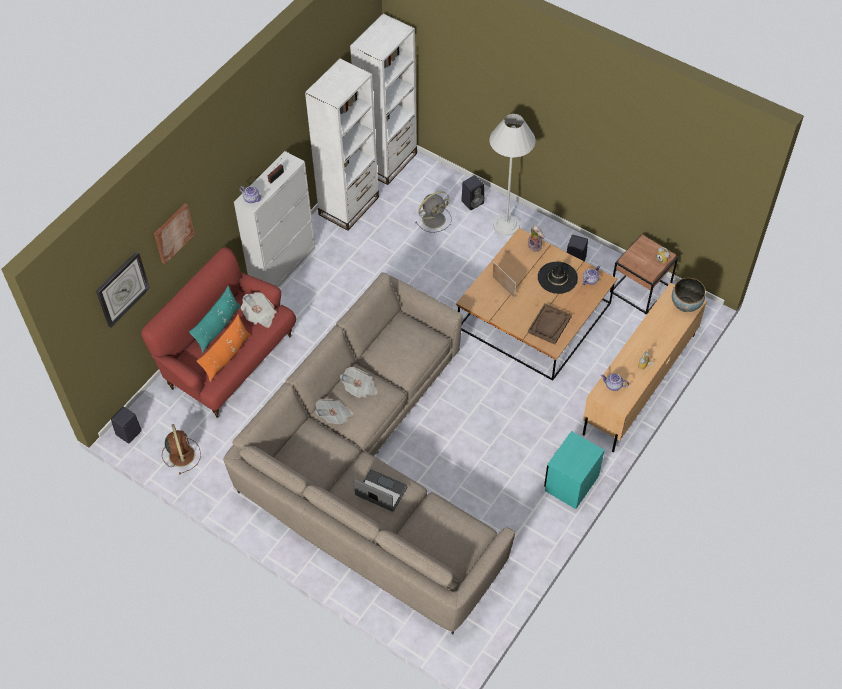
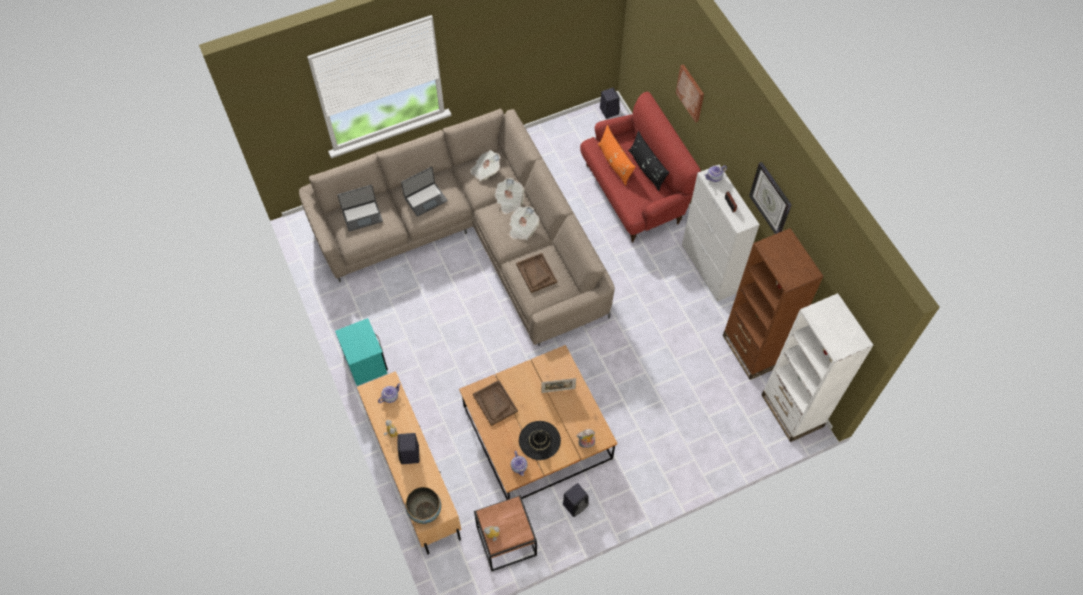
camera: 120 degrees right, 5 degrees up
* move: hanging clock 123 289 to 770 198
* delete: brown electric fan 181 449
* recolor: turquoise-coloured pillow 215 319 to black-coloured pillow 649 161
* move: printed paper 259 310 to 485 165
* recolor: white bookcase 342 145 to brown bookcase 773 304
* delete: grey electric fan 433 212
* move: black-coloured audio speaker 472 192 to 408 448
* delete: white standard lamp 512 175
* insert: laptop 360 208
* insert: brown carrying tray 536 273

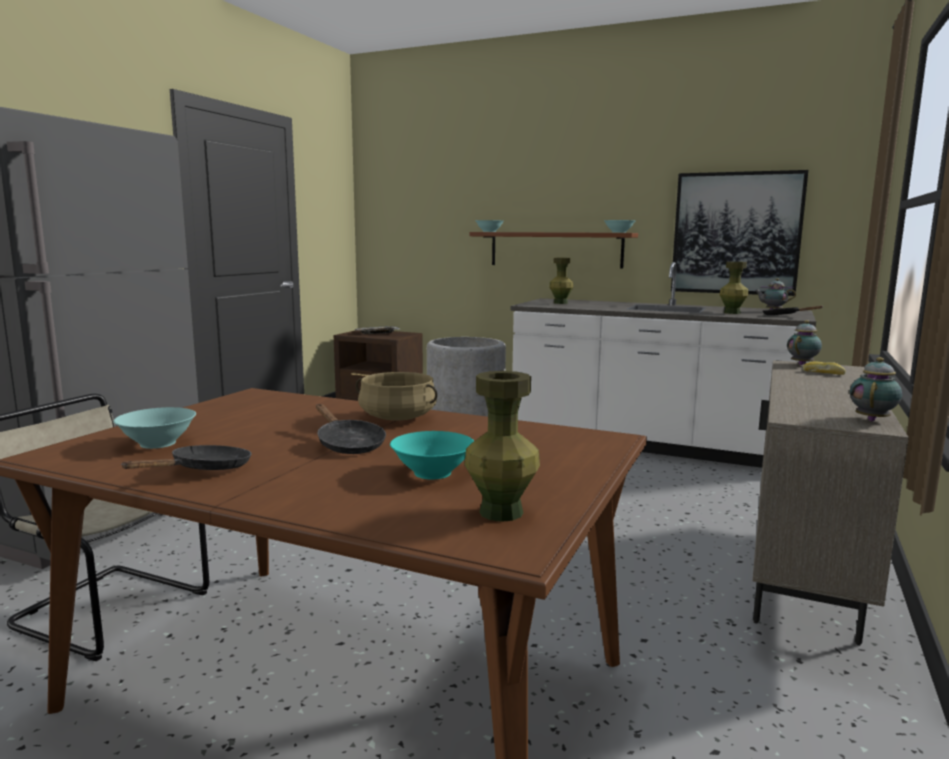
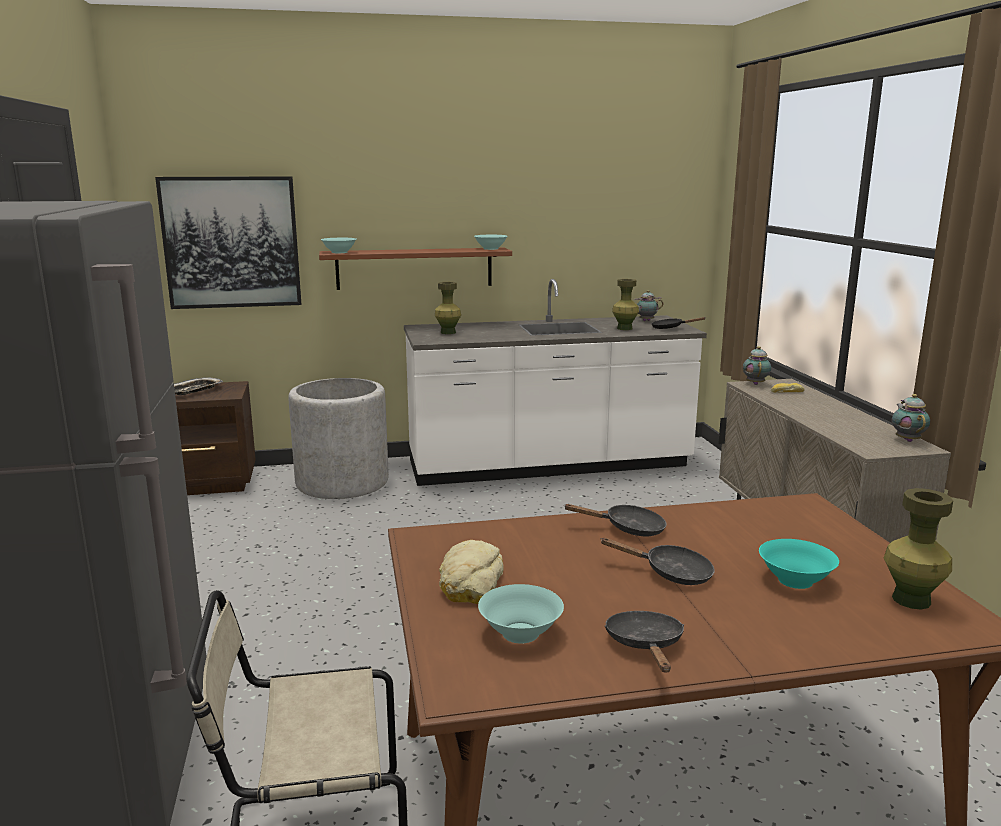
camera: 35 degrees left, 5 degrees up
* replace: beige stockpot 396 396 to black-coloured pan 615 520
* move: wall art 739 233 to 228 242
* insert: baked bread 471 572

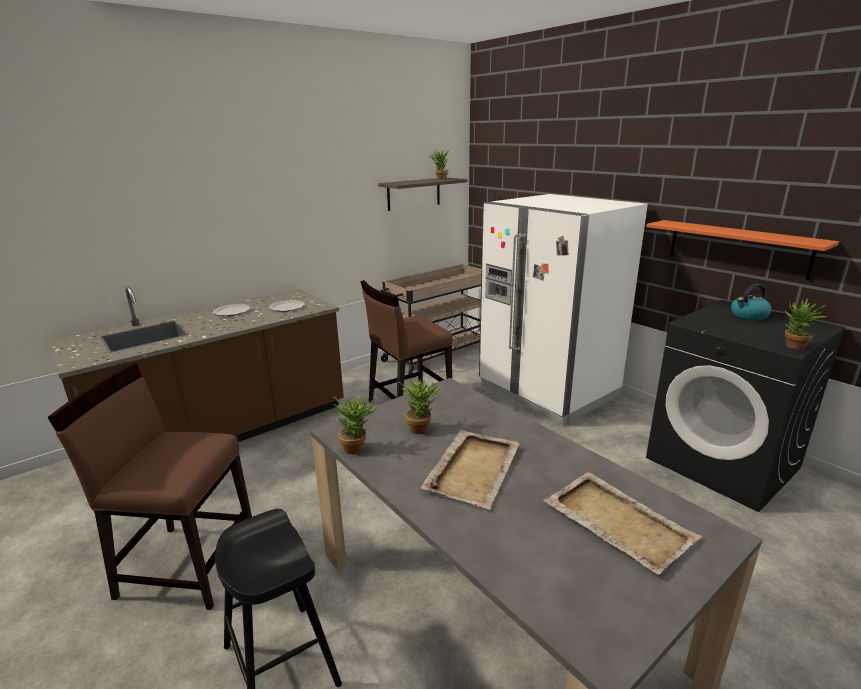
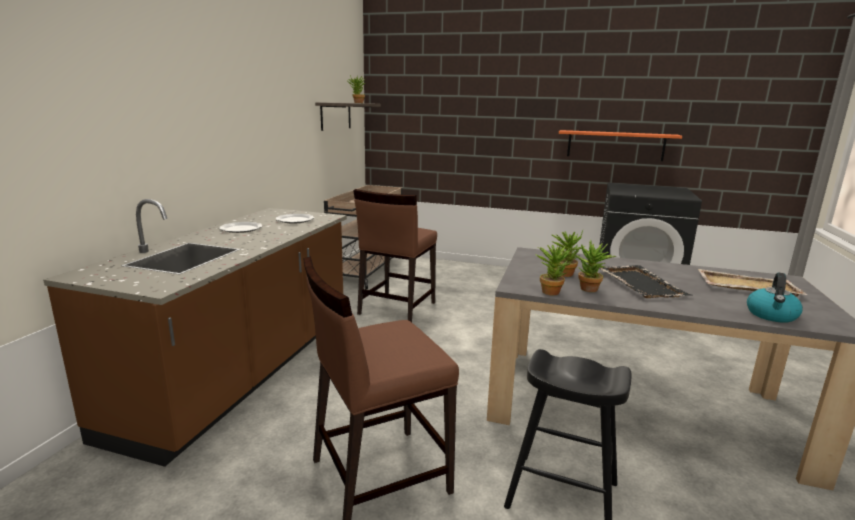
camera: 35 degrees left, 5 degrees down
* recolor: beige carrying tray 470 470 to black-coloured carrying tray 646 281
* delete: white kitchen fridge 563 309
* move: water kettle 751 301 to 775 297
* move: houseplant 806 324 to 596 265

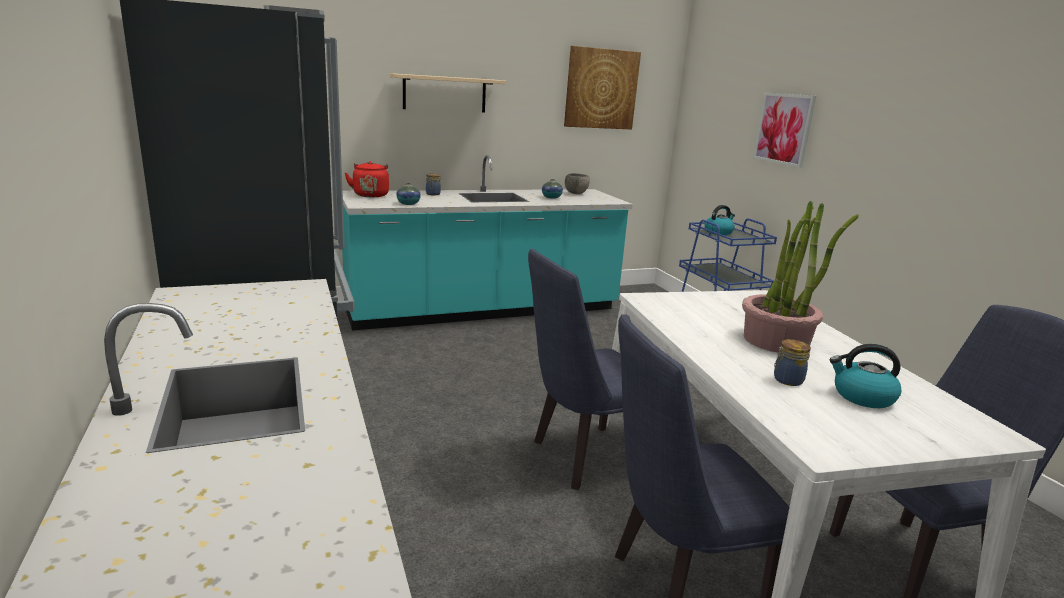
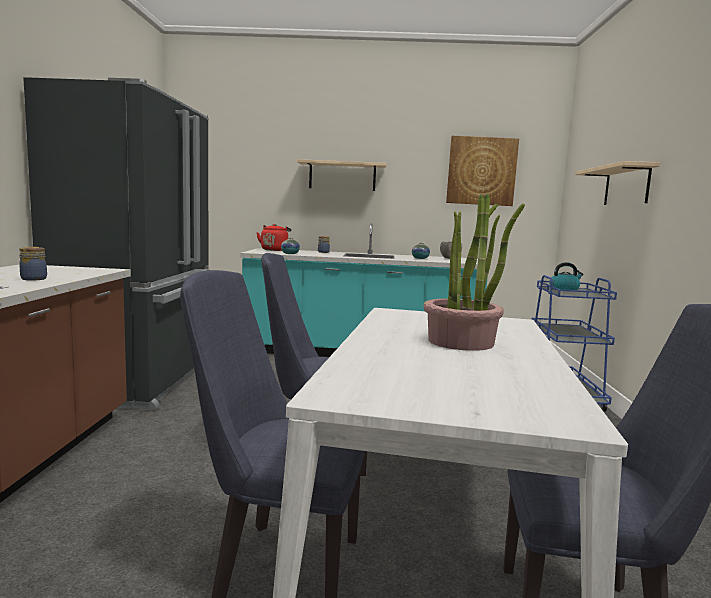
camera: 25 degrees right, 10 degrees down
* replace: wall art 784 130 to beige shelf 617 183
* move: preserve jar 792 362 to 33 263
* delete: water kettle 865 376

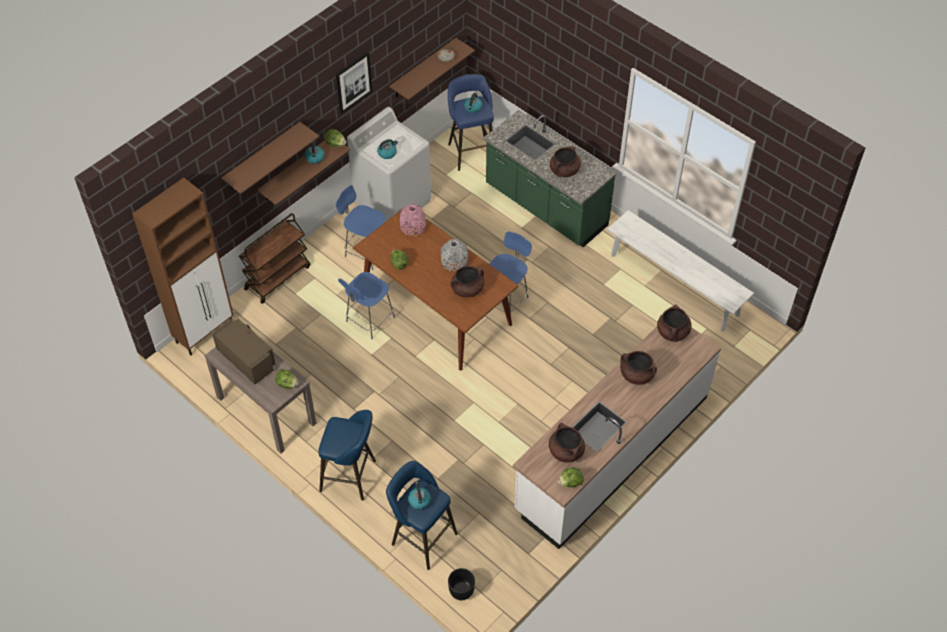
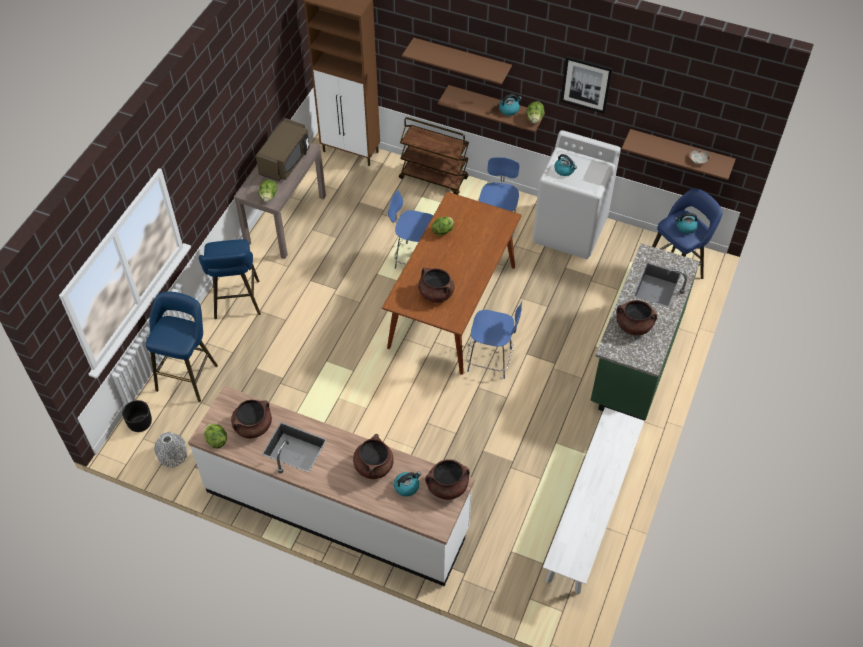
camera: 70 degrees right, 0 degrees up
* delete: pink vase 413 220
* move: water kettle 419 495 to 407 484
* move: grey vase 454 255 to 170 450

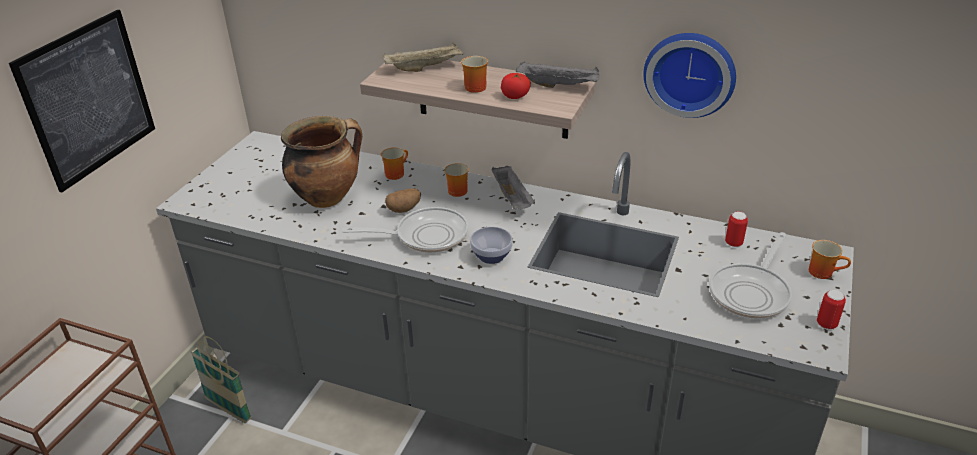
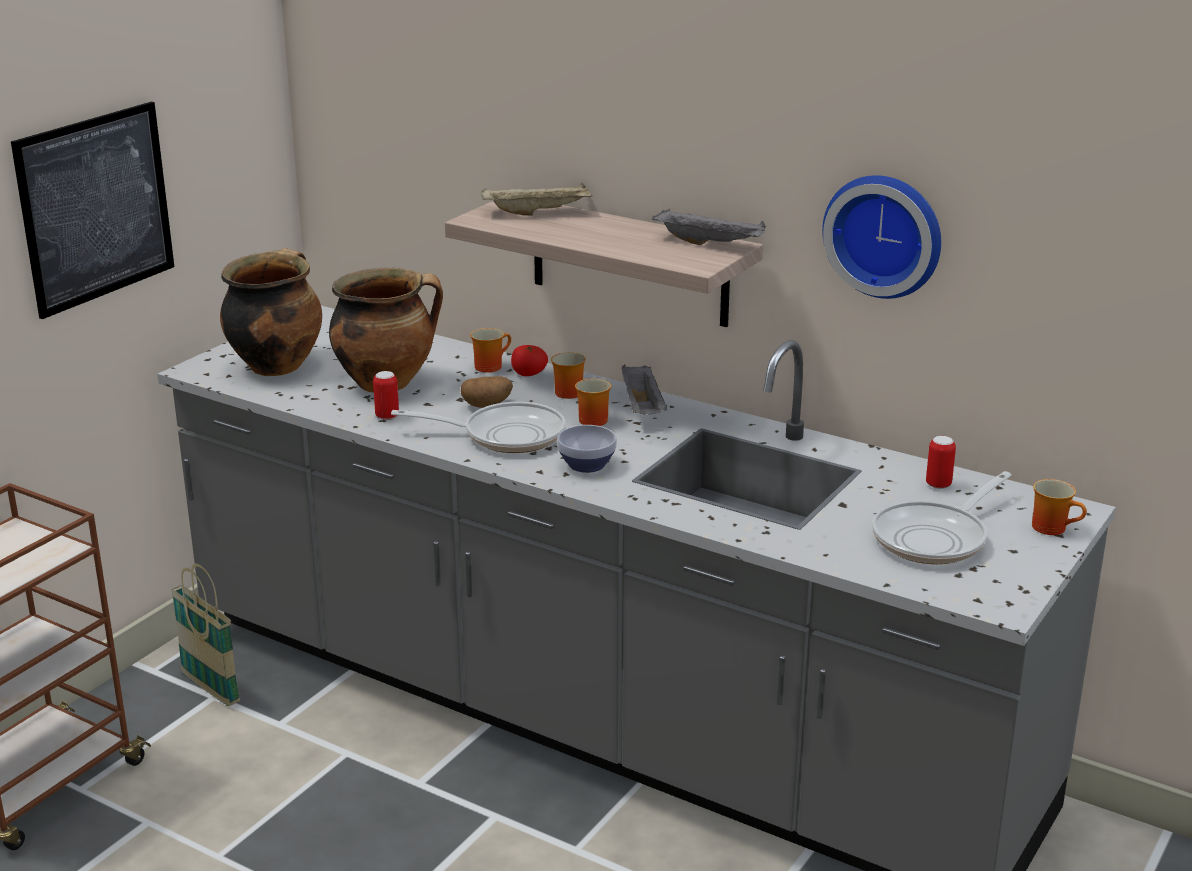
camera: 10 degrees right, 10 degrees down
* move: coffee mug 474 74 to 593 402
* move: whole tomato 516 86 to 529 360
* move: sealed can 831 310 to 386 395
* insert: stockpot 271 312

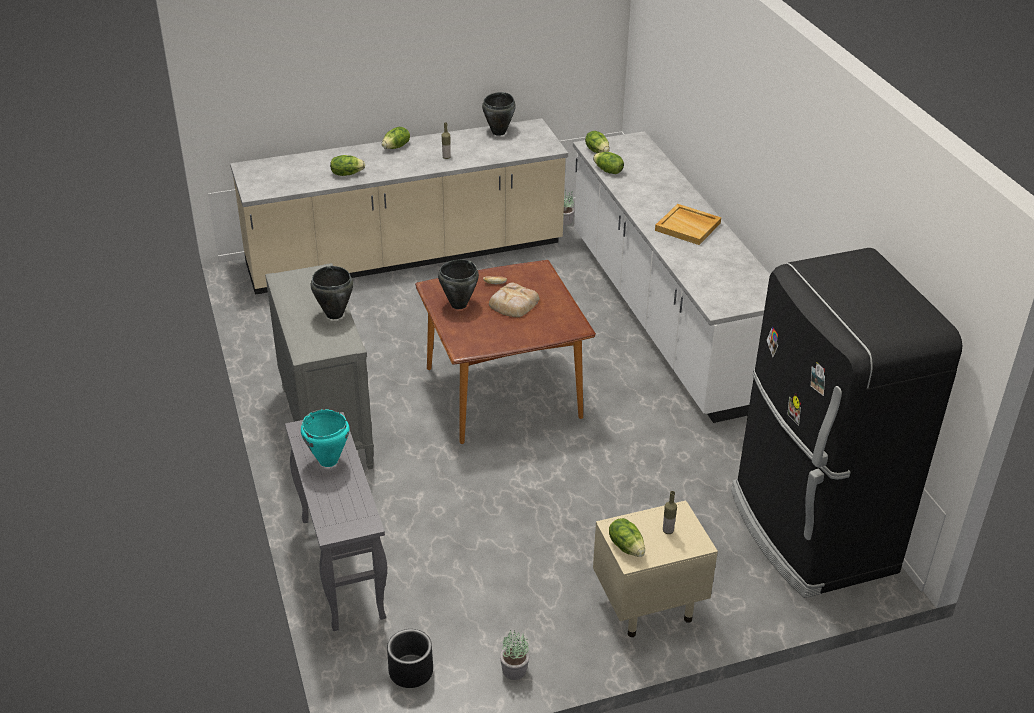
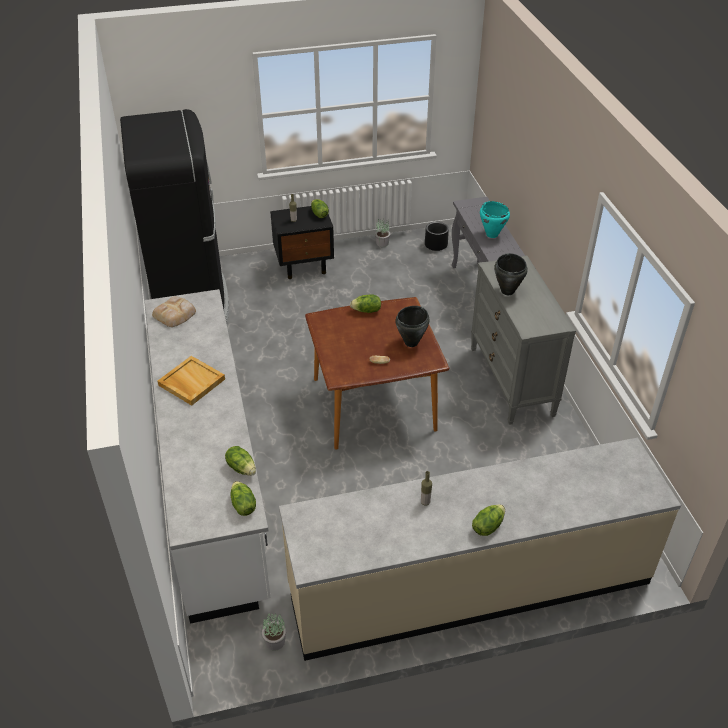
camera: 175 degrees left, 5 degrees up
* move: lettuce head 347 165 to 365 303
* delete: black-coloured stockpot 499 114
* move: baked bread 514 300 to 174 311
* recolor: beige night table 655 568 to black-coloured night table 302 242

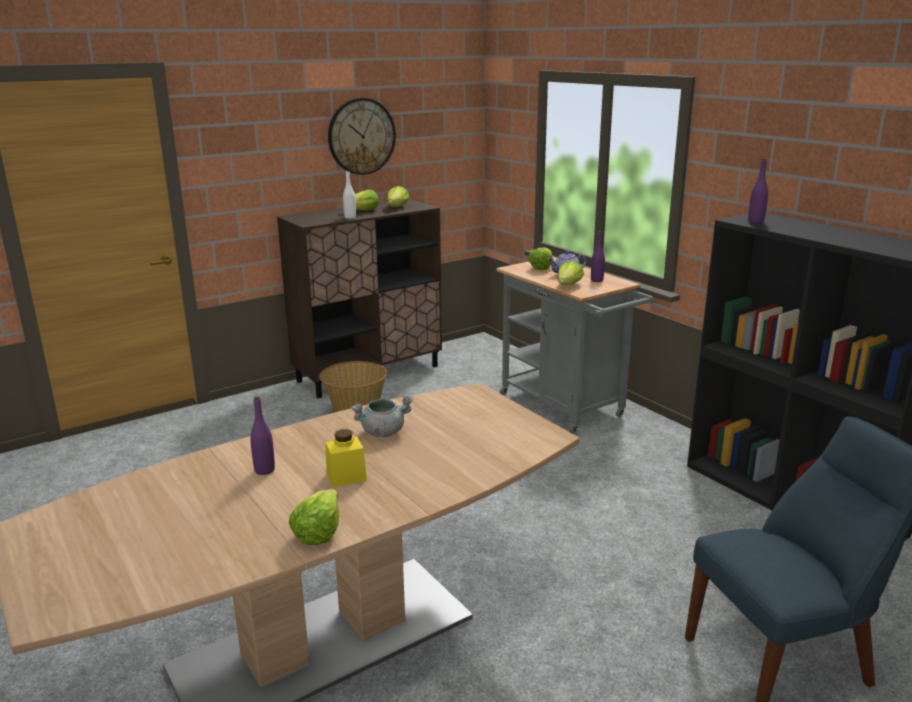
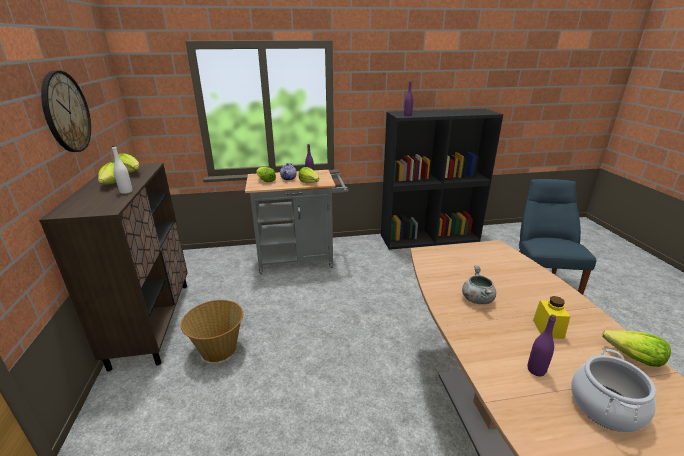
camera: 65 degrees left, 5 degrees up
* insert: stockpot 613 391

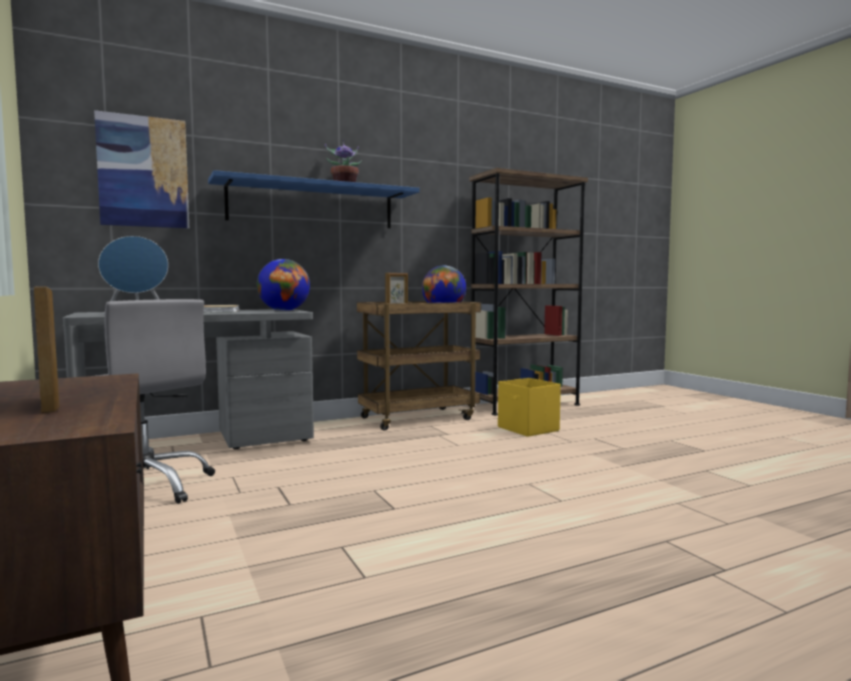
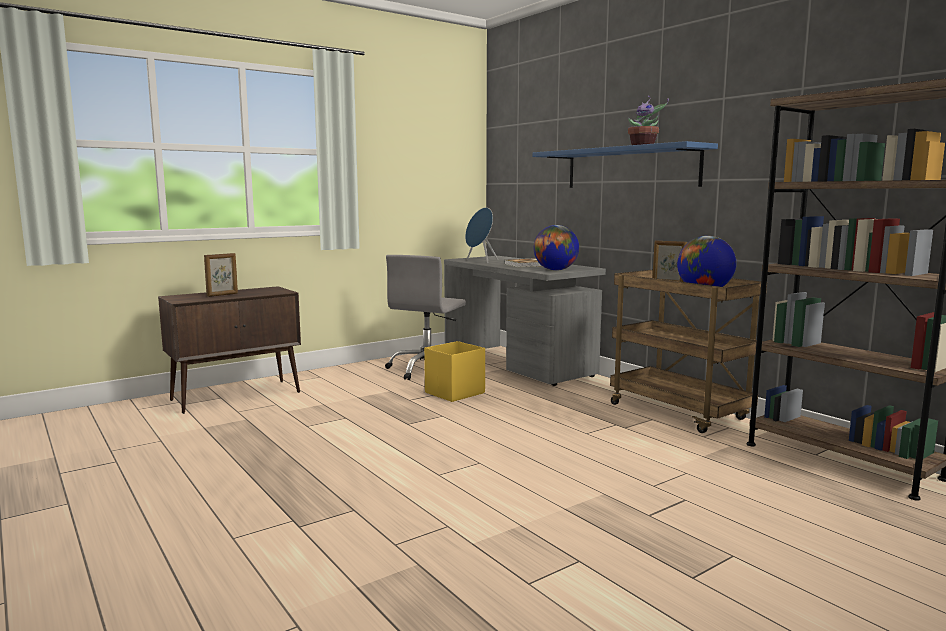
camera: 80 degrees right, 5 degrees up
* delete: wall art 141 169
* move: yellow storage box 529 407 to 454 371

